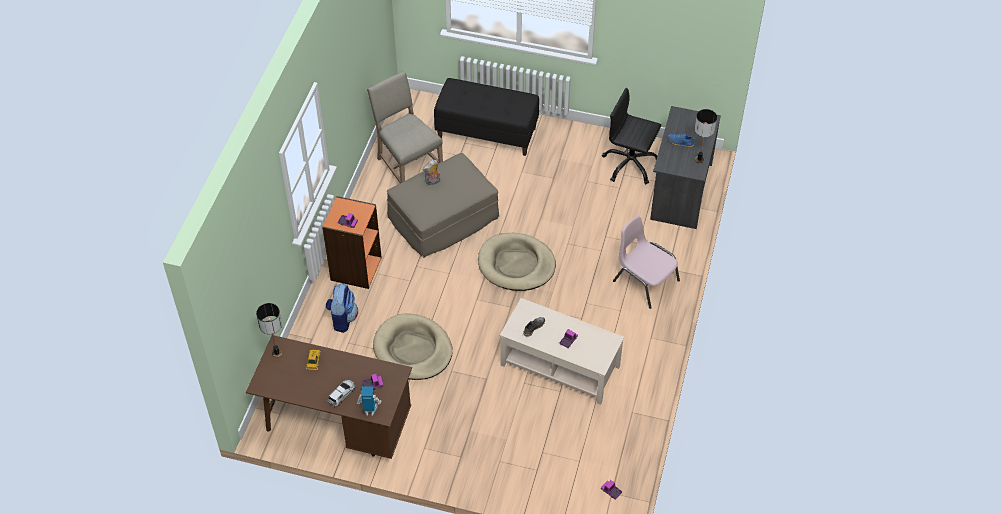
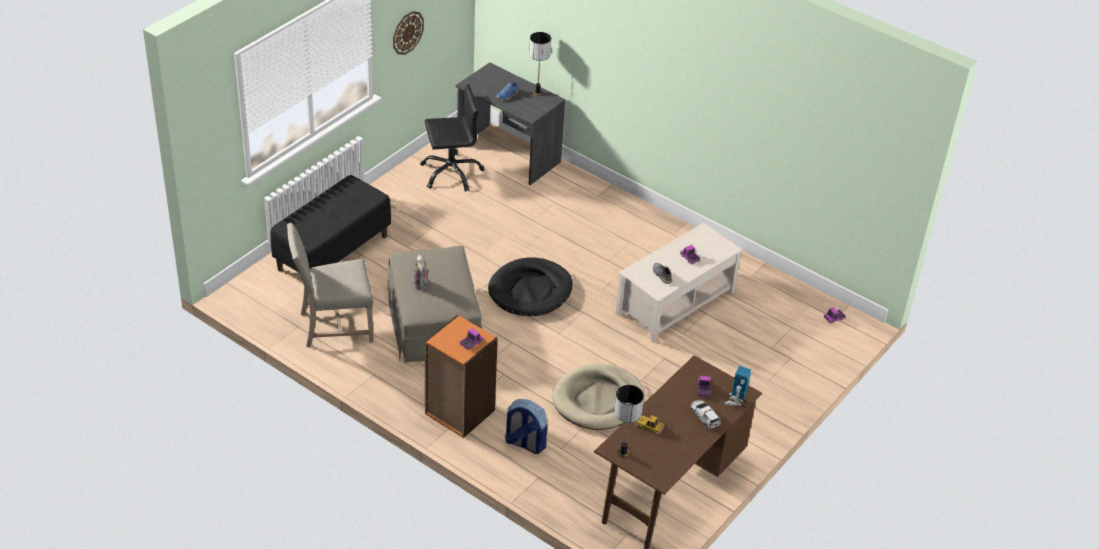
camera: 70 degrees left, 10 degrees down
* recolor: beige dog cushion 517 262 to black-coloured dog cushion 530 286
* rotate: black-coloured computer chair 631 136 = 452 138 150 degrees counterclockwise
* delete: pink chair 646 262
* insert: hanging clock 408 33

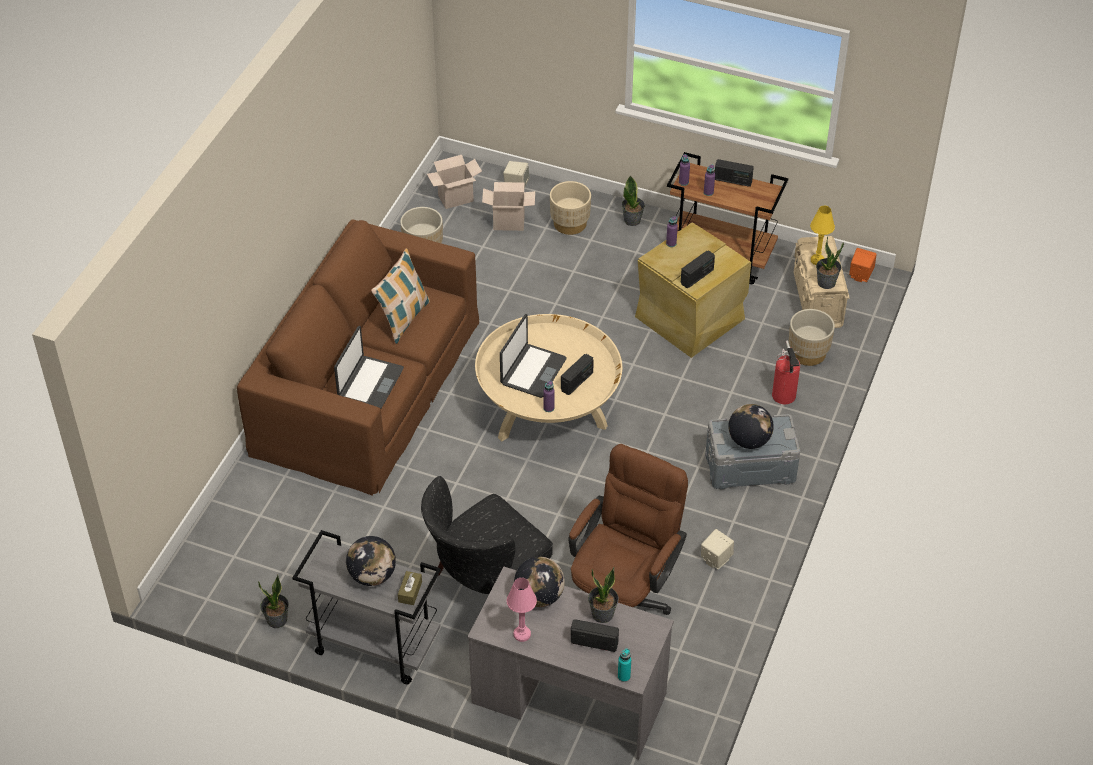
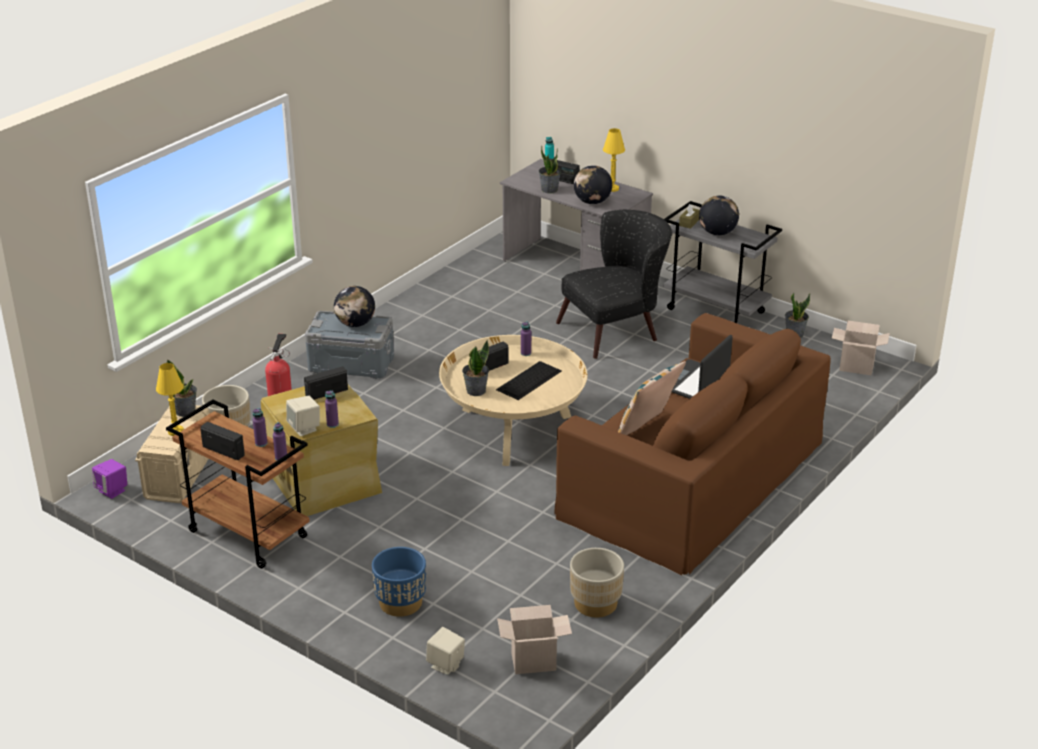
camera: 165 degrees left, 15 degrees down
* move: cardboard box 508 206 to 861 348
* replace: laptop 533 356 to computer keyboard 529 380
* recolor: pink table lamp 521 610 to yellow table lamp 614 160
* recolor: beige plant pot 570 208 to blue-coloured plant pot 399 582
* delete: brown computer chair 628 529
* move: houseplant 633 200 to 475 368
* move: beige audio speaker 717 549 to 303 416
* recolor: orangey audio speaker 863 265 to purple-coloured audio speaker 109 479

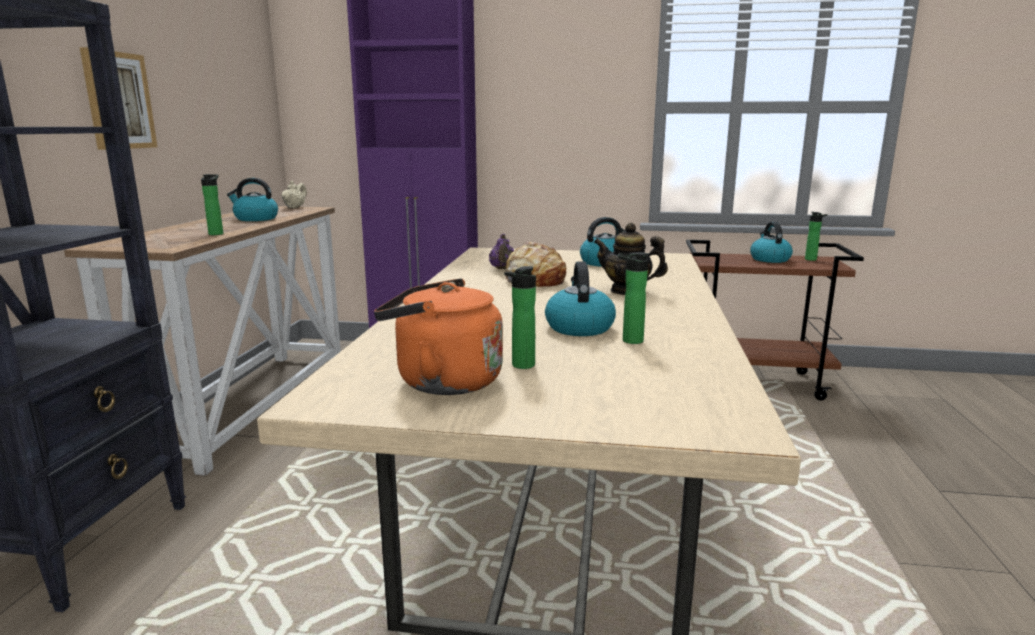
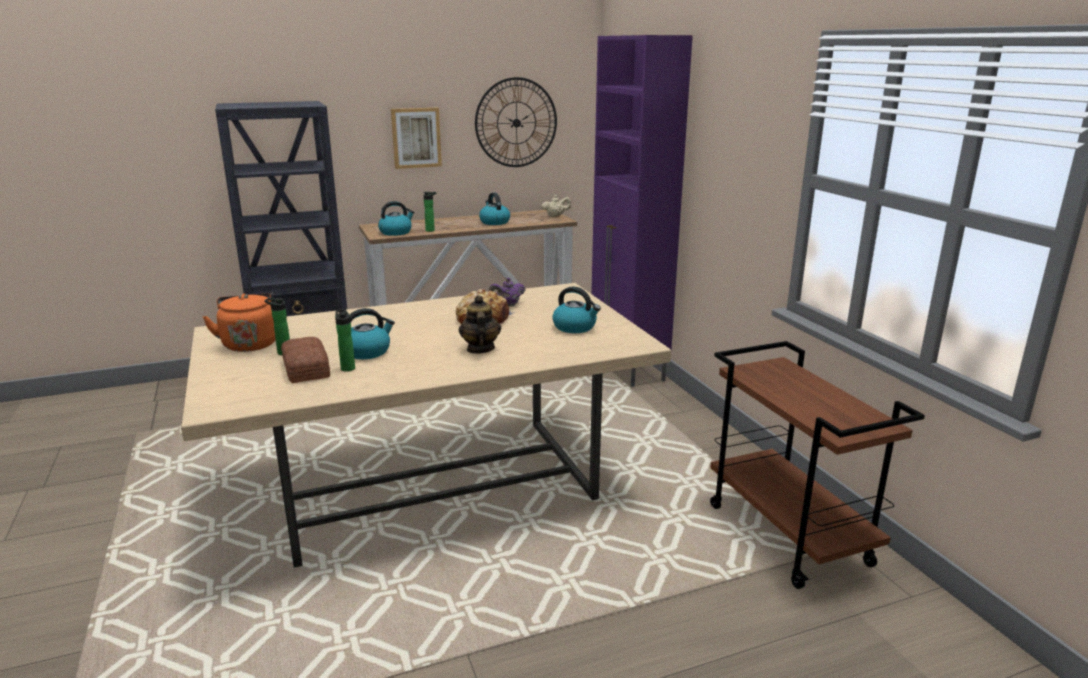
camera: 60 degrees right, 5 degrees up
* move: water kettle 771 242 to 396 218
* delete: bottle 816 236
* insert: baked bread 305 360
* insert: hanging clock 516 122

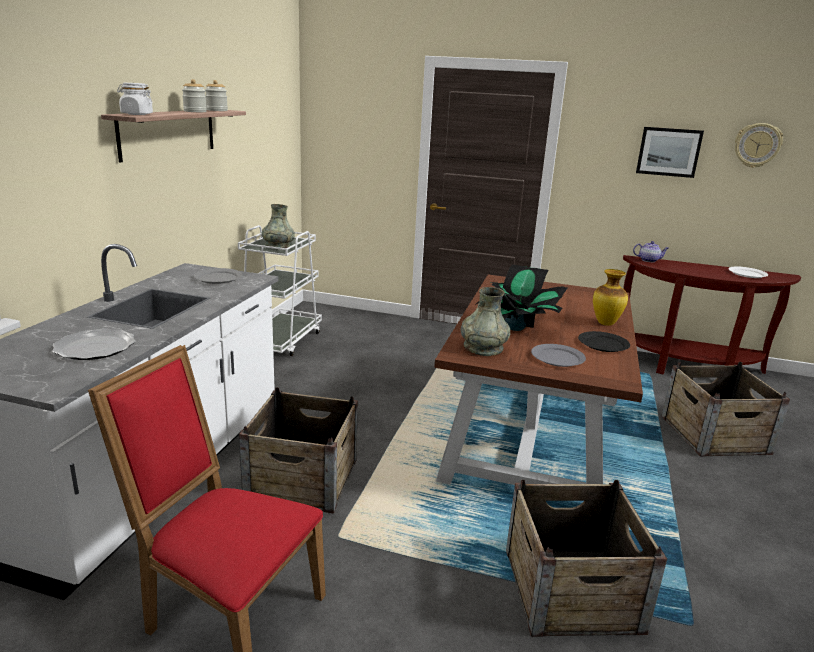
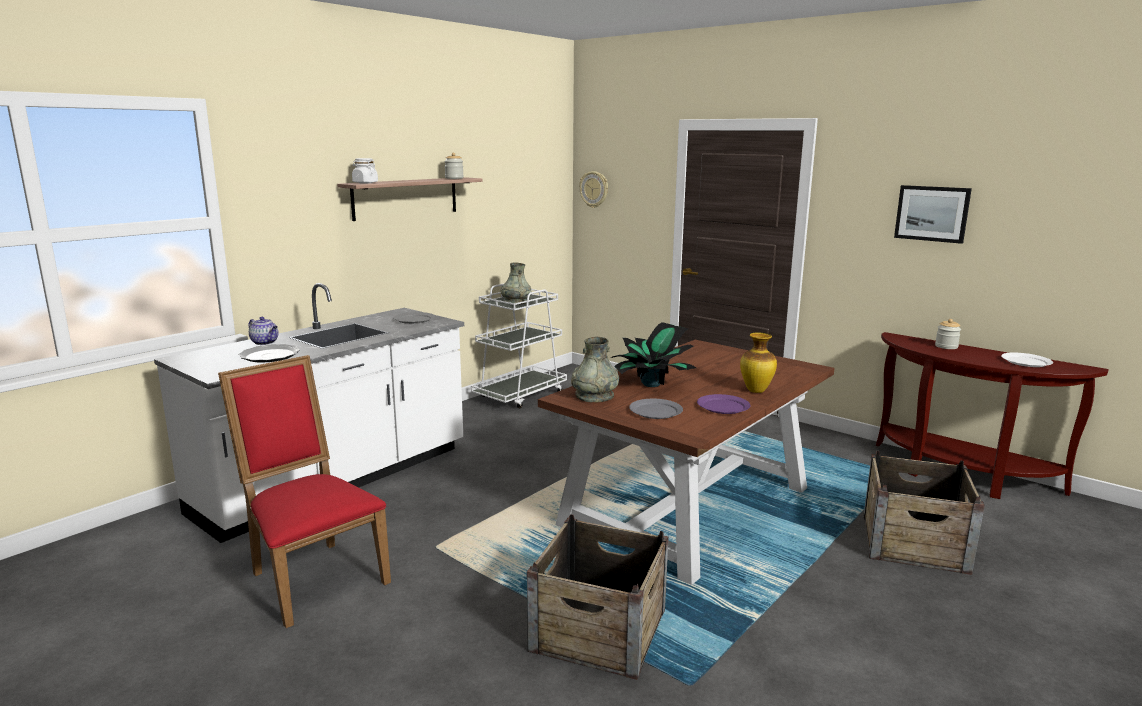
camera: 25 degrees right, 5 degrees down
* move: preserve jar 194 95 to 948 334
* delete: crate 298 450
* recolor: black-coloured plate 604 341 to purple-coloured plate 724 404
* move: teapot 650 251 to 263 331
* move: hanging clock 759 145 to 593 189

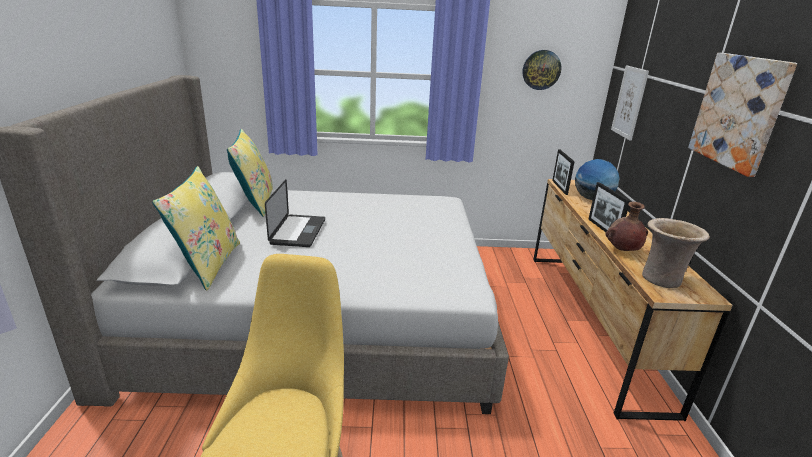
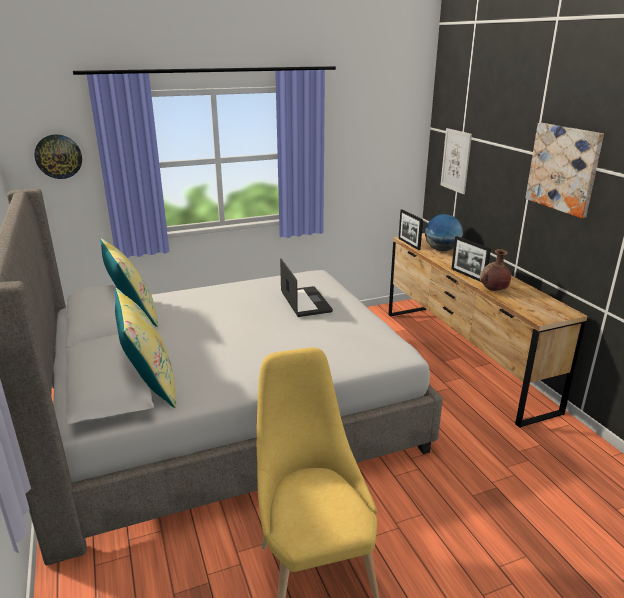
camera: 20 degrees left, 0 degrees up
* move: laptop 295 213 to 306 288
* move: hanging clock 542 70 to 58 156
* delete: beige vase 676 253

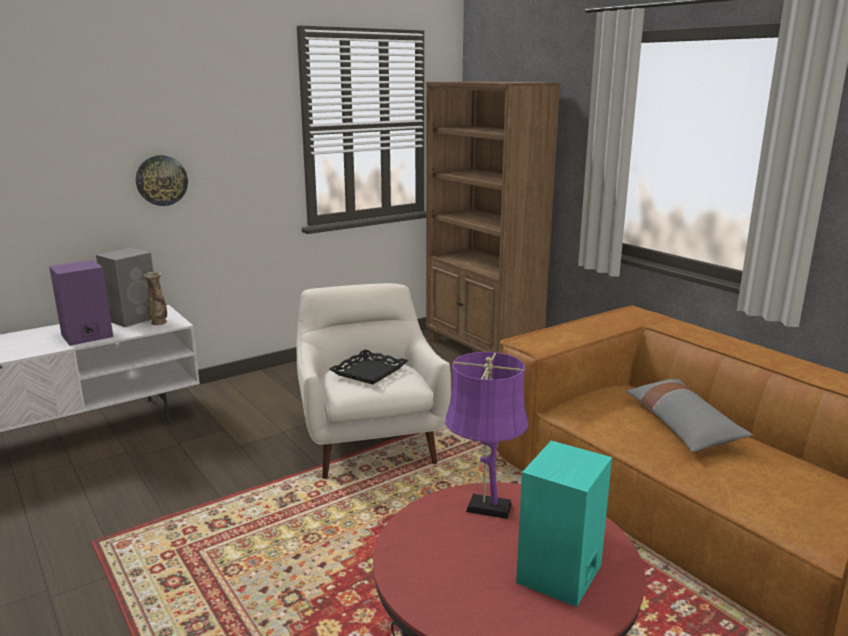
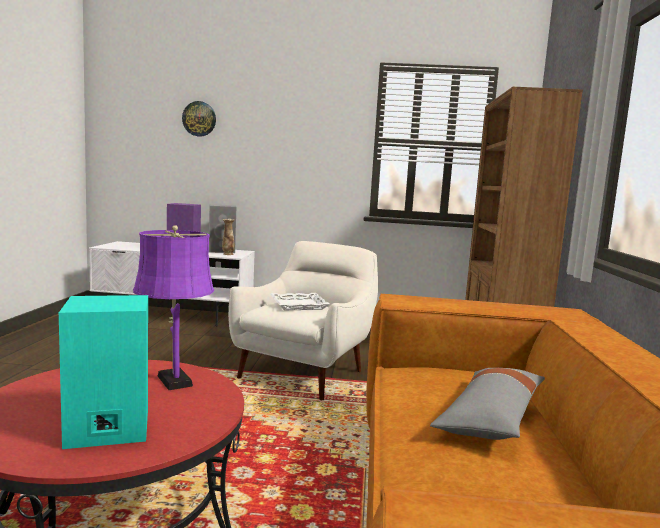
camera: 40 degrees right, 10 degrees down
* move: hanging clock 162 180 to 199 119
* recolor: black-coloured carrying tray 368 367 to white carrying tray 300 301

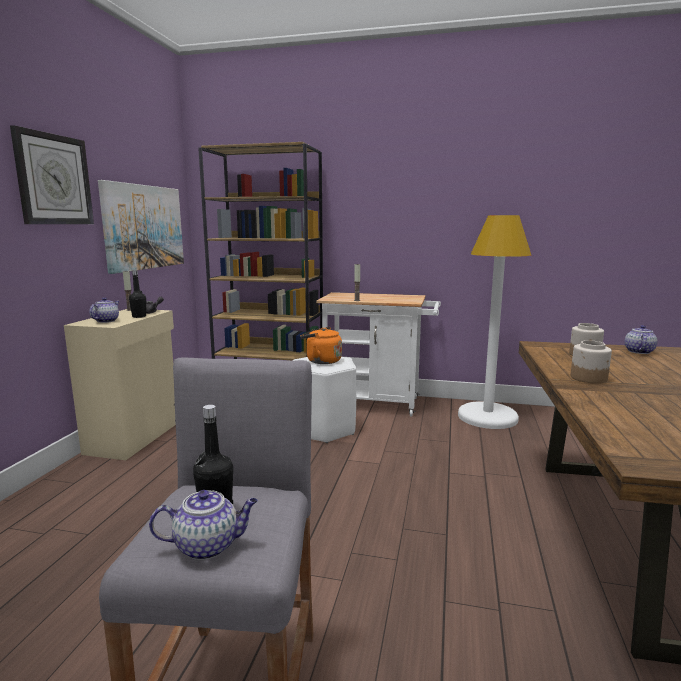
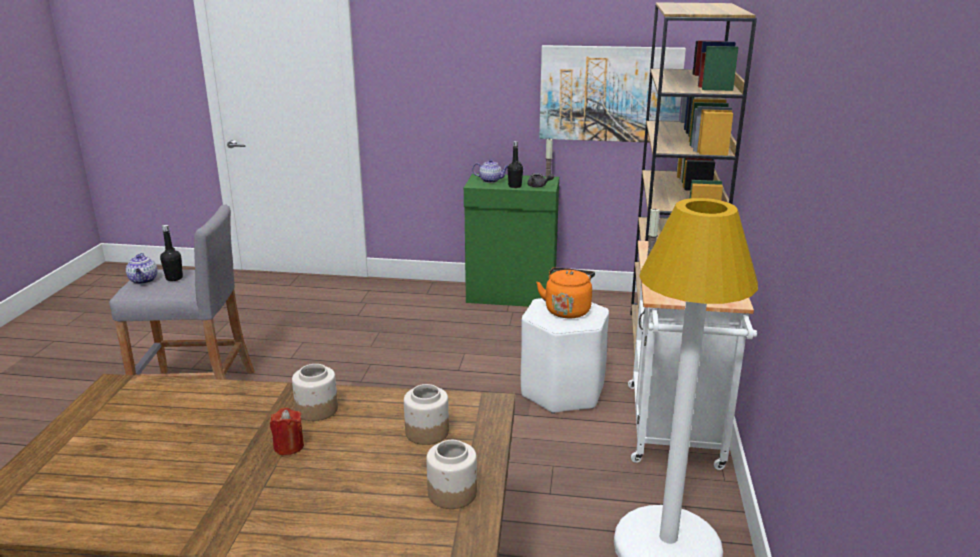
camera: 85 degrees right, 10 degrees up
* delete: hanging clock 52 174
* recolor: beige cabinet 120 384 to green cabinet 511 240
* replace: teapot 641 339 to preserve jar 451 474
* insert: red wax light 287 431

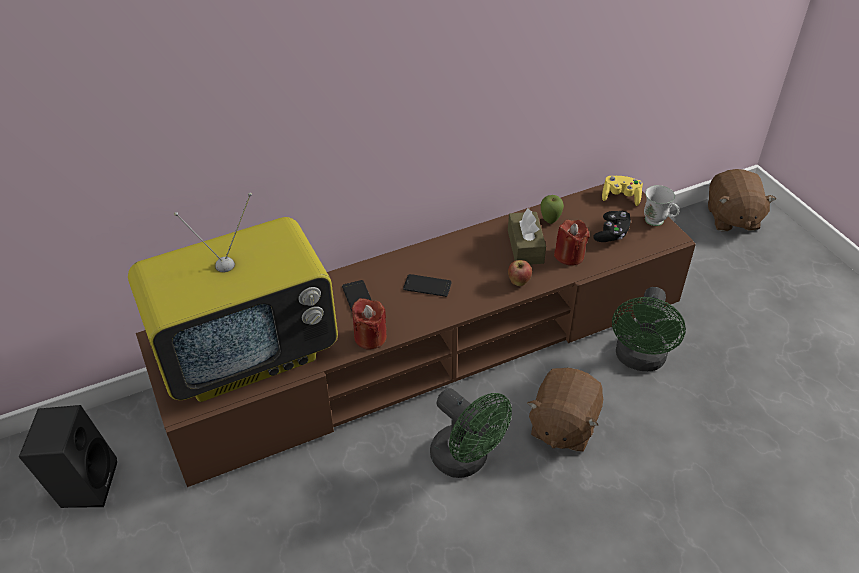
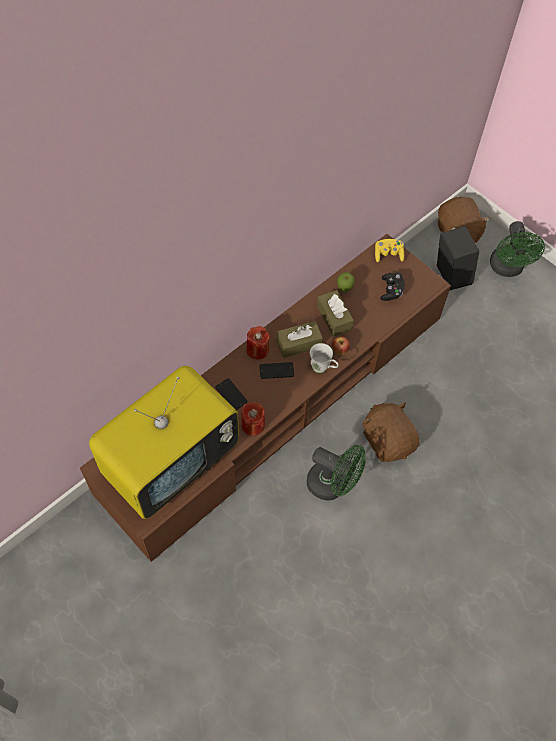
camera: 20 degrees left, 15 degrees up
* move: black-coloured audio speaker 68 456 to 458 258
* rotate: brown soft toy 565 410 = 391 432 150 degrees clockwise
* move: red wax light 571 243 to 258 343
* move: green electric fan 649 329 to 517 249
* move: white coffee mug 661 205 to 324 358
* insert: brown box of tissues 300 339

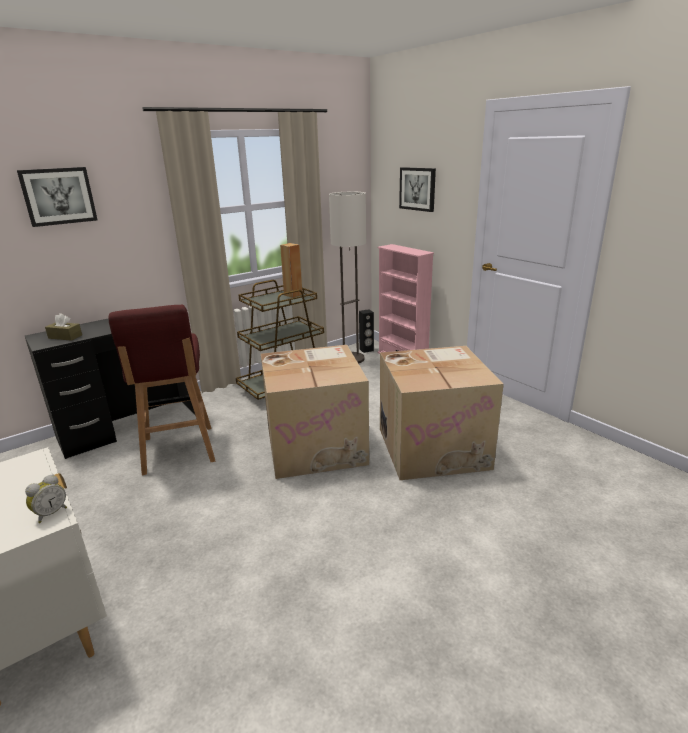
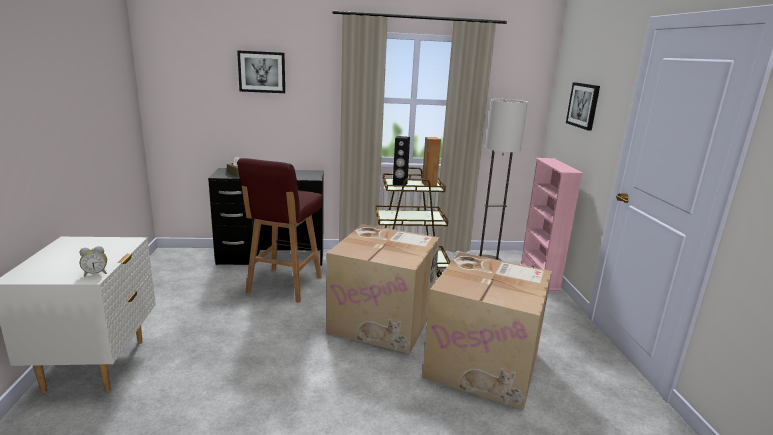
camera: 30 degrees right, 5 degrees down
* move: black-coloured audio speaker 366 331 to 401 160

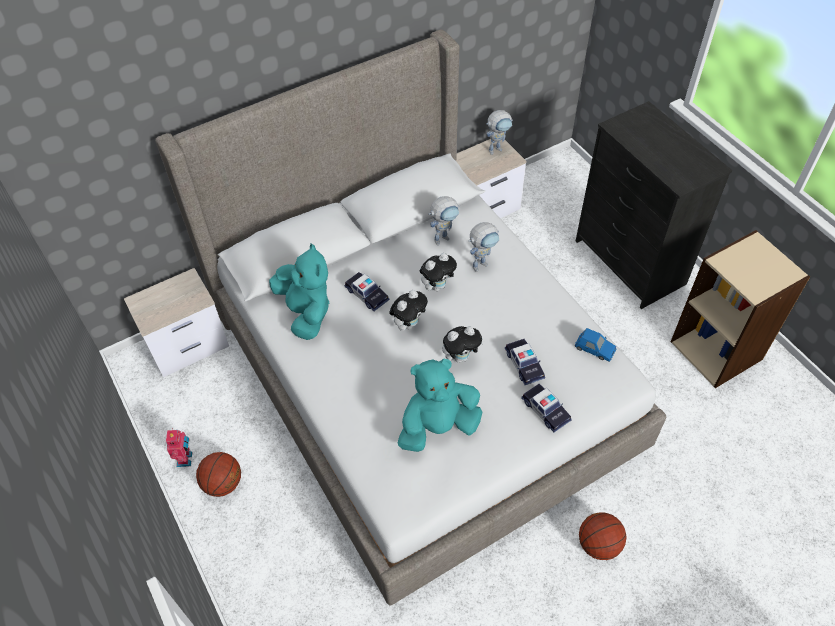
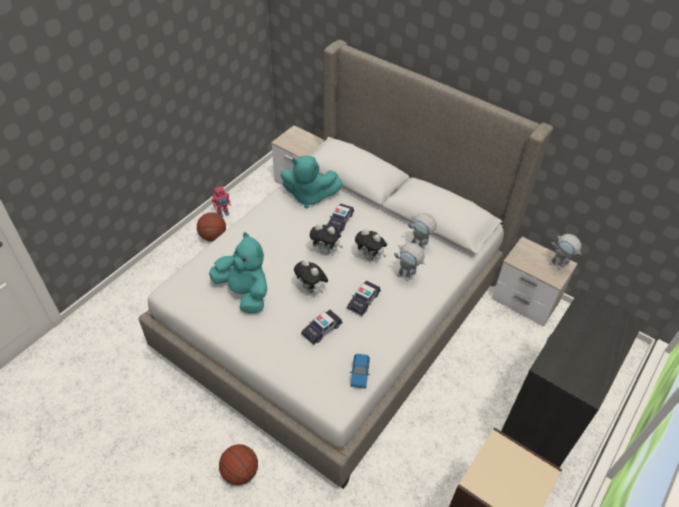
camera: 65 degrees right, 5 degrees down
* rotate: turquoise-coloured soft toy 299 291 = 311 182 60 degrees clockwise
* move: model car 546 408 to 364 298

